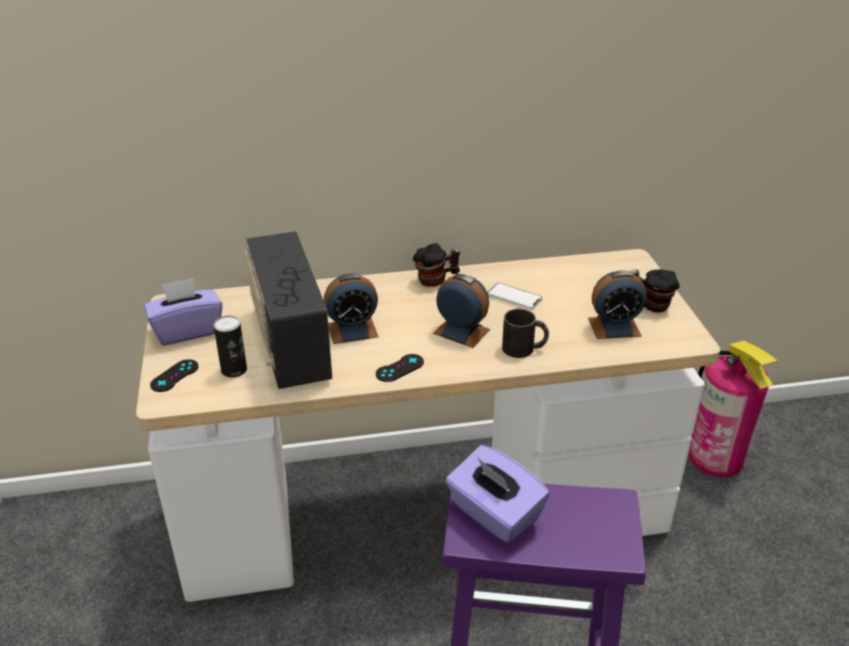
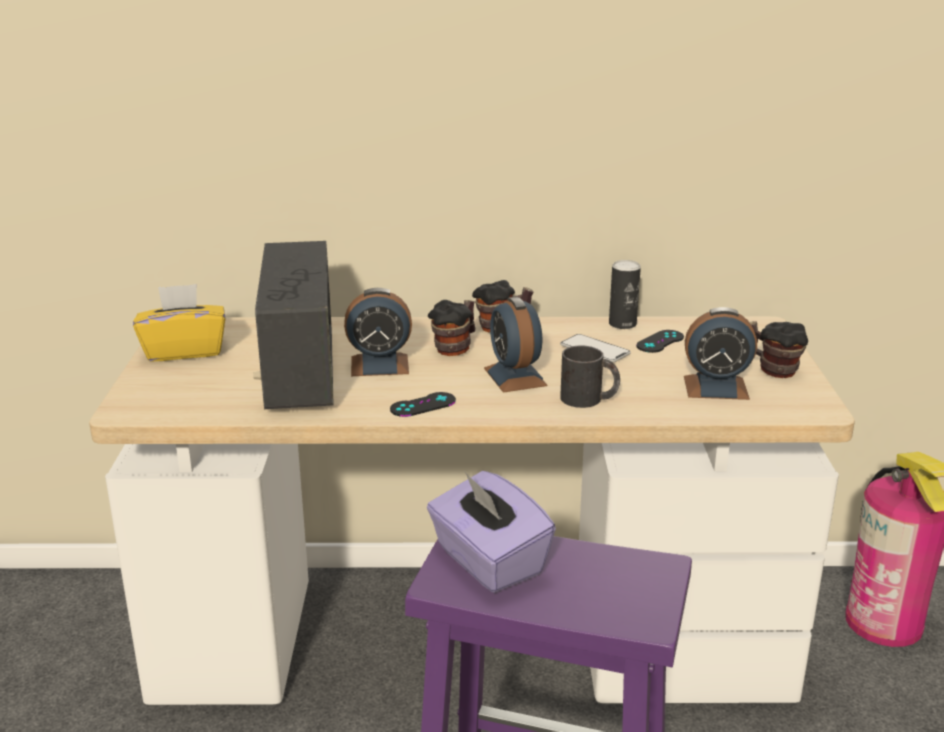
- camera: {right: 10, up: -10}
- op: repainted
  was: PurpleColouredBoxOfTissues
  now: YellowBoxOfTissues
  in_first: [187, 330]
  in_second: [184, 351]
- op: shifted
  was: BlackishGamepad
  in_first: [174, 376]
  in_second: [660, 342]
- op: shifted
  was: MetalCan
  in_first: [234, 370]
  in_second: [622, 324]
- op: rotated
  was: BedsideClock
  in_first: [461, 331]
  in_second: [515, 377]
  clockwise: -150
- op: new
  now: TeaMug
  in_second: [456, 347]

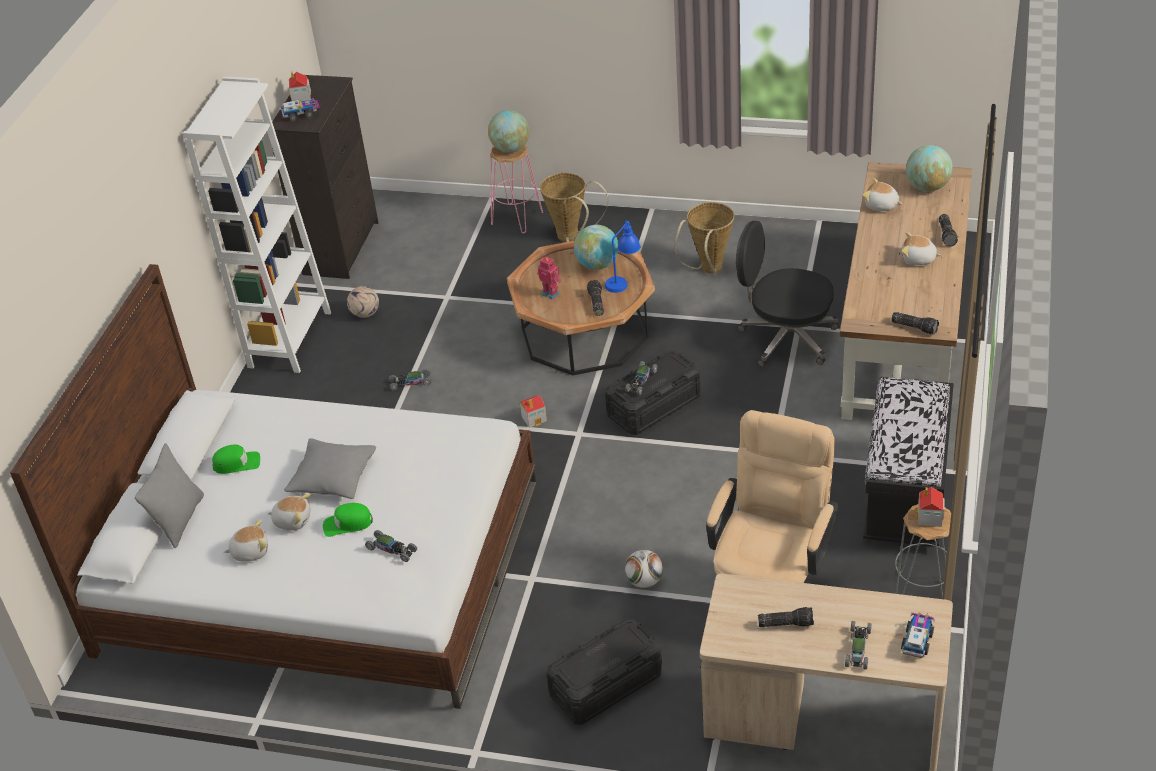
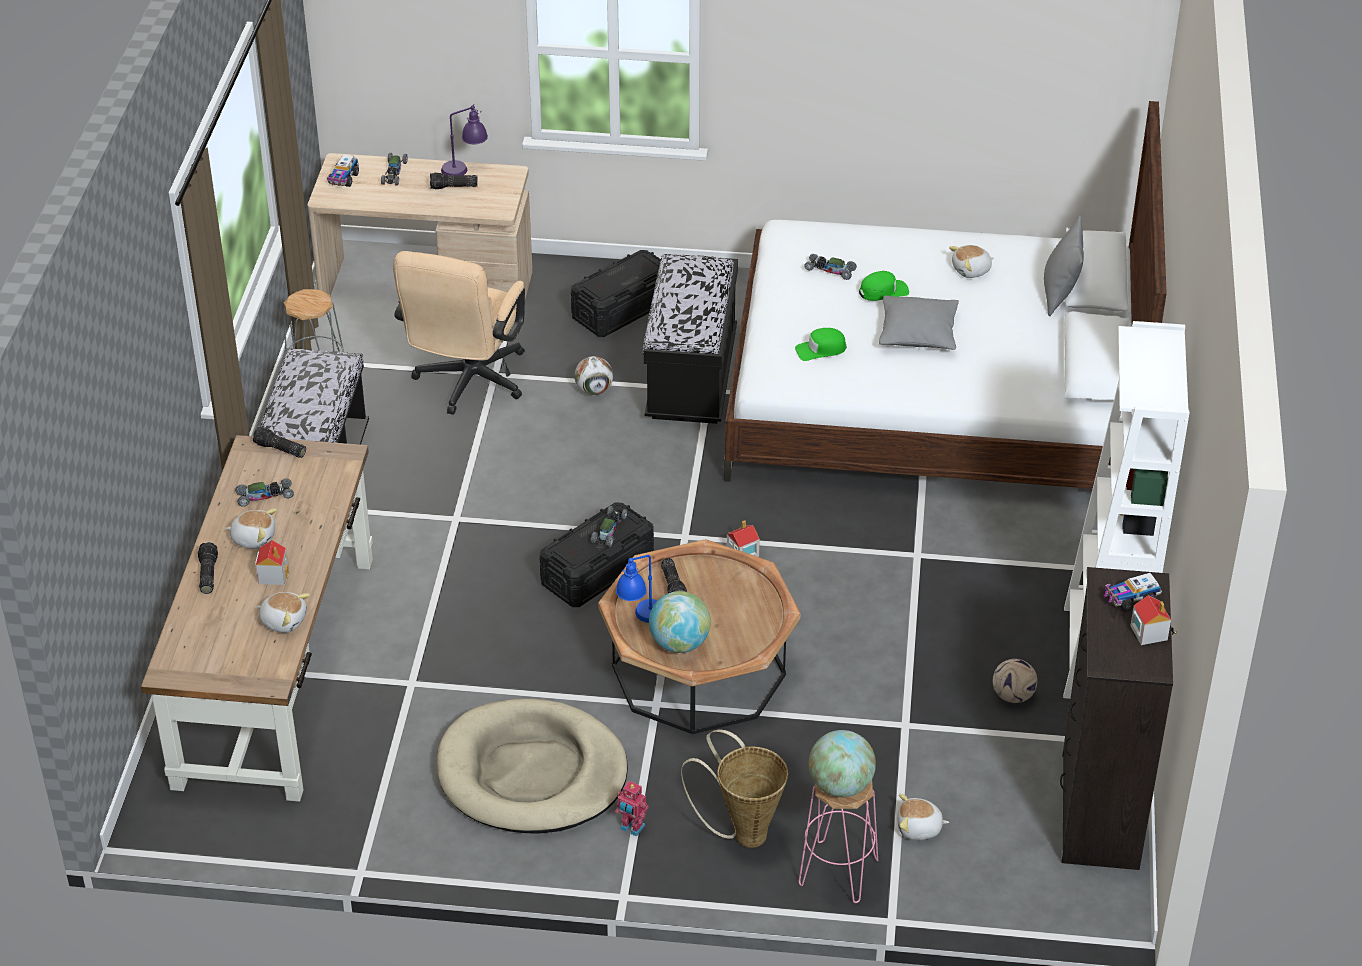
- camera: {right: 170, up: 0}
- op: shifted
  was: GreenColouredBaseballCap
  in_first: [237, 463]
  in_second: [820, 349]
- op: shifted
  was: SoftToy
  in_first: [292, 520]
  in_second: [919, 828]
- op: shifted
  was: ToyCar
  in_first: [410, 383]
  in_second: [265, 496]
- op: shifted
  was: RobotFigure
  in_first: [551, 293]
  in_second: [631, 828]
- op: swapped
  was: StorageBasket
  now: BeigeDogBed
  in_first: [709, 270]
  in_second: [532, 773]
- op: gone
  was: BlackishDeskChair
  in_first: [786, 338]
- op: gone
  was: Globe
  in_first: [927, 187]
- op: shifted
  was: ToyHouse
  in_first: [929, 518]
  in_second: [273, 575]
- op: new
  now: PurpleColouredLampForATable
  in_second: [465, 170]
- op: new
  now: BlackishIndoorBench
  in_second: [692, 377]

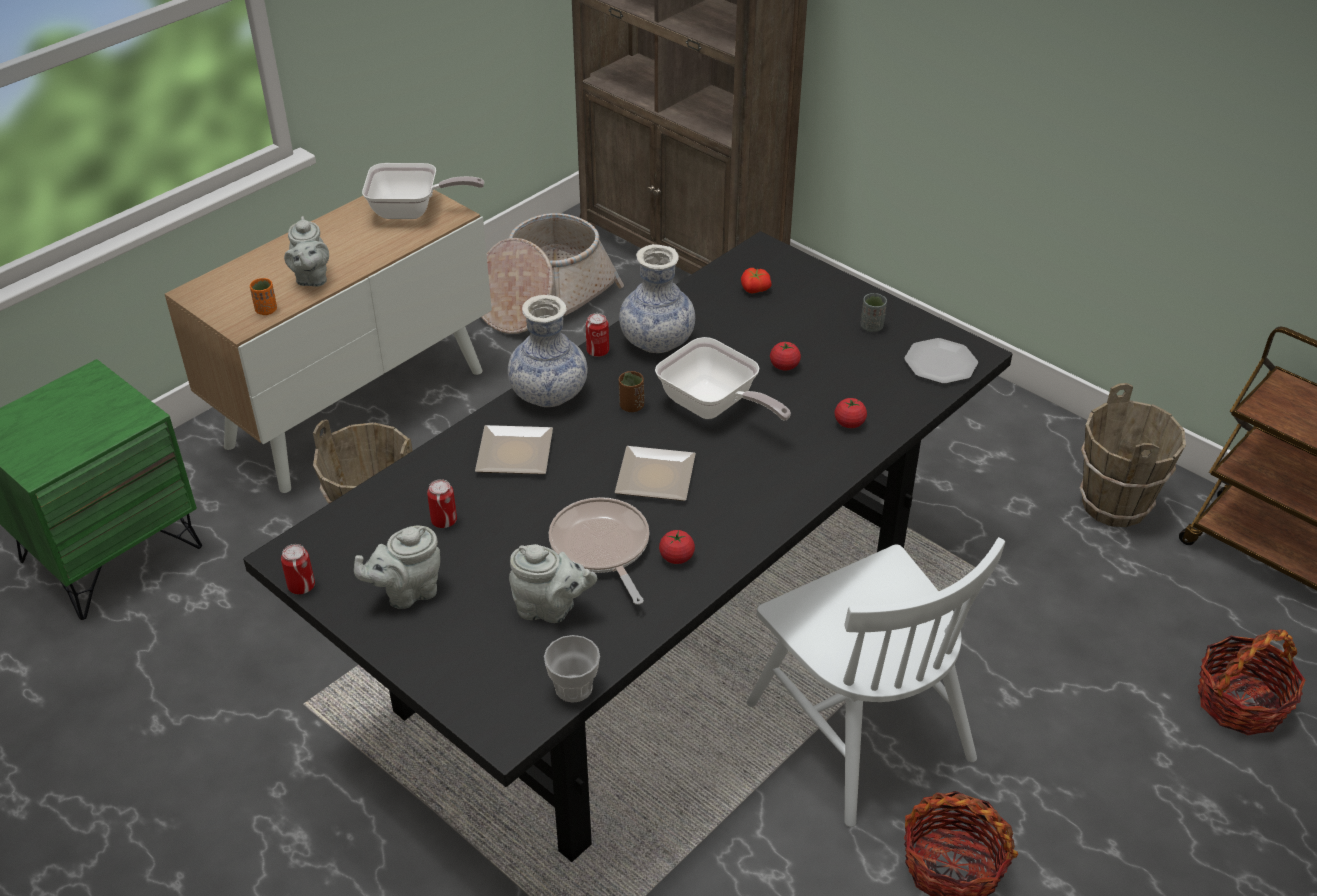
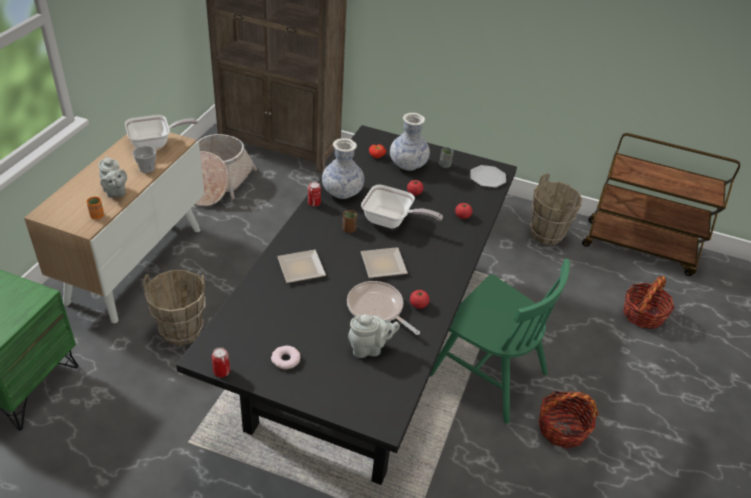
- camera: {right: -25, up: 0}
- op: swapped
  was: GreyishTeapot
  now: Donut
  in_first: [407, 592]
  in_second: [285, 360]
- op: gone
  was: MetalCan
  in_first: [444, 521]
- op: shifted
  was: Vase
  in_first: [549, 394]
  in_second: [408, 164]
- op: shifted
  was: Cup
  in_first: [573, 687]
  in_second: [147, 168]
- op: repainted
  was: WhiteChair
  now: GreenColouredChair
  in_first: [859, 729]
  in_second: [487, 373]

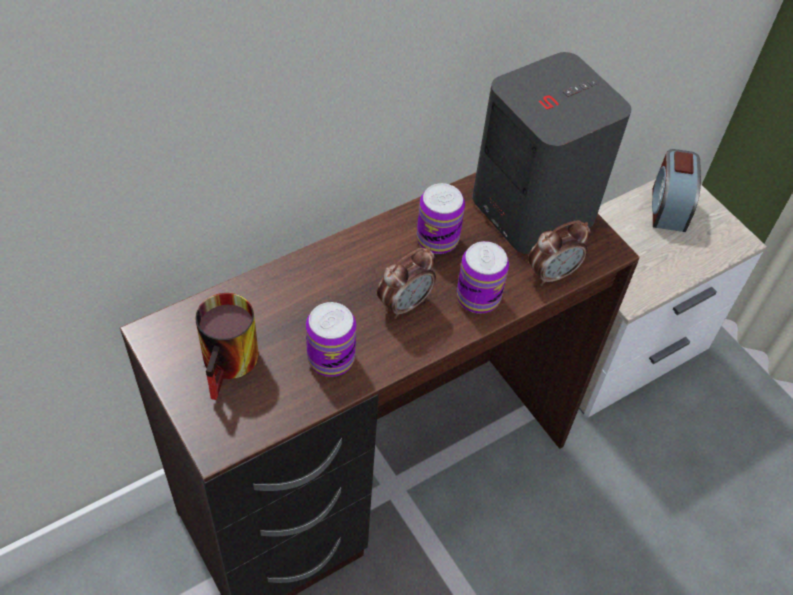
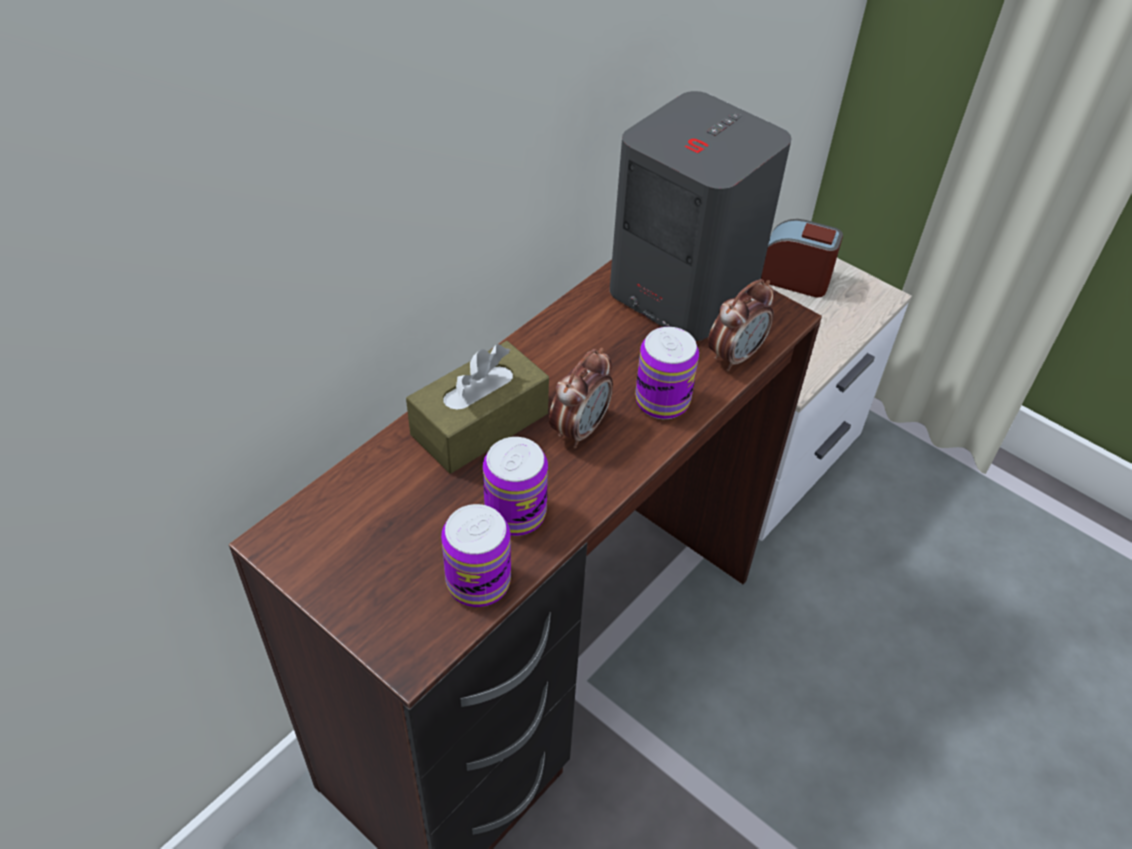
- camera: {right: -15, up: -5}
- op: gone
  was: TeaMug
  in_first: [233, 365]
- op: shifted
  was: MetalCan
  in_first: [437, 239]
  in_second: [478, 582]
- op: rotated
  was: BedsideClock
  in_first: [668, 207]
  in_second: [794, 278]
  clockwise: 120
- op: new
  now: BrownBoxOfTissues
  in_second: [480, 424]

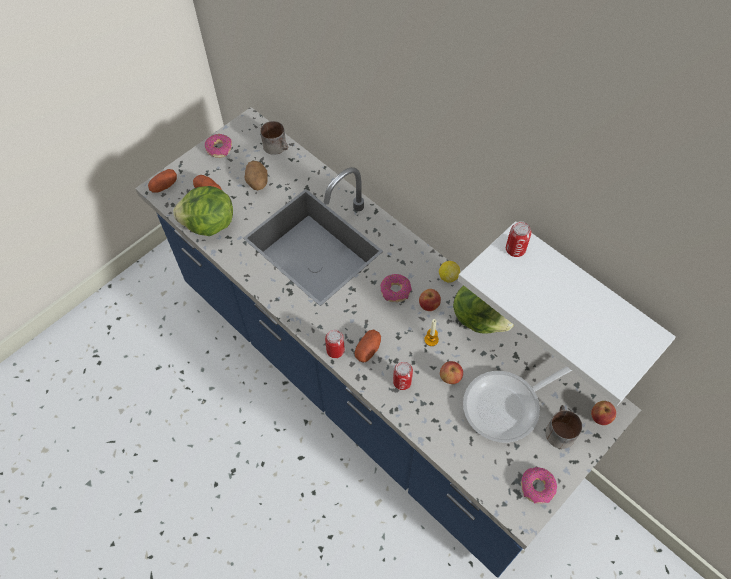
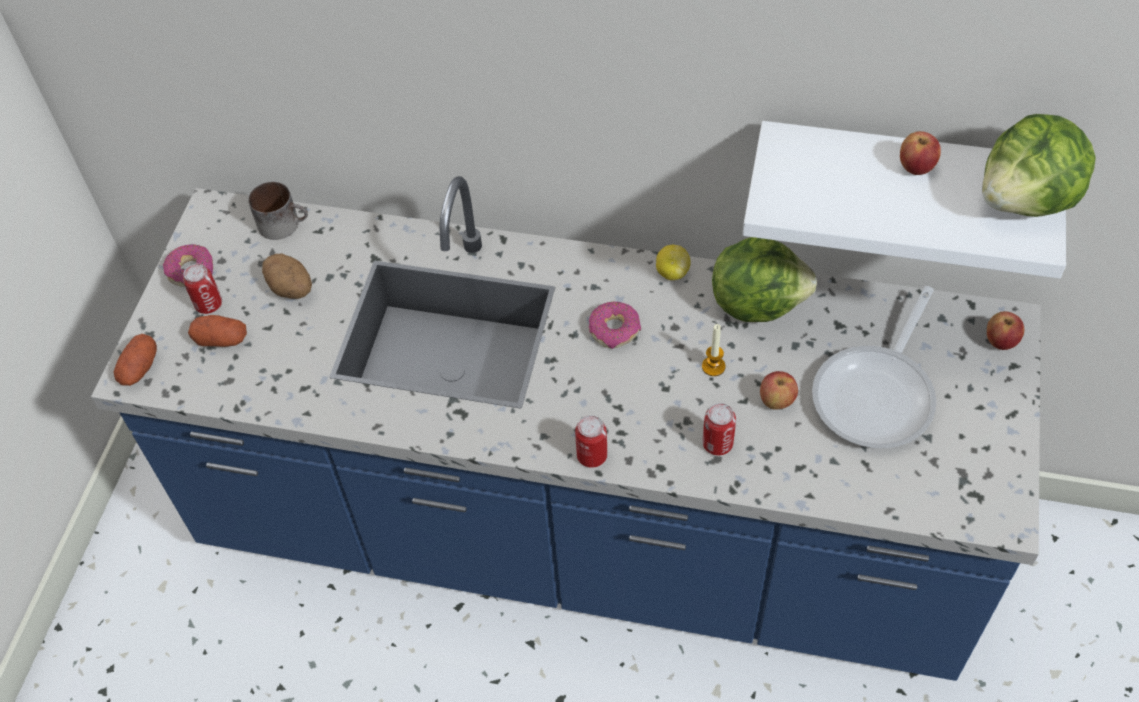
- camera: {right: -30, up: -5}
- op: shifted
  was: LettuceHead
  in_first: [209, 225]
  in_second: [1026, 200]
- op: gone
  was: Spud
  in_first: [368, 350]
- op: shifted
  was: WholeApple
  in_first: [429, 305]
  in_second: [916, 167]
- op: shifted
  was: MetalCan
  in_first: [515, 249]
  in_second: [209, 304]
- op: gone
  was: Donut
  in_first: [537, 487]
- op: gone
  was: TeaMug
  in_first: [558, 430]

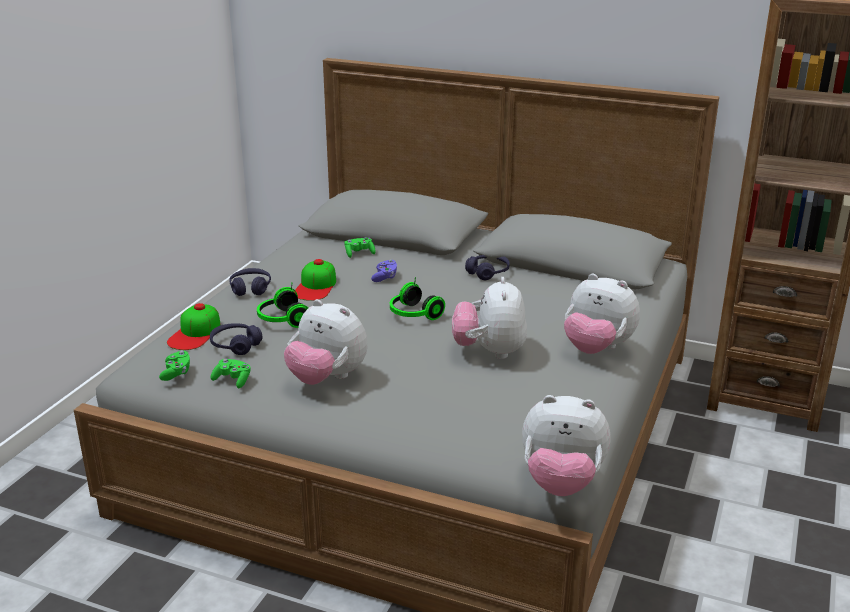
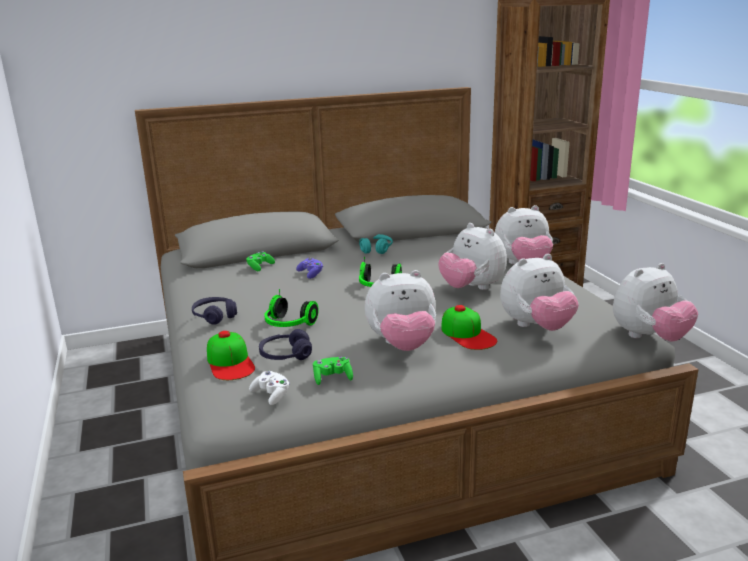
- camera: {right: -40, up: -5}
- op: repainted
  was: GreenColouredGamepad
  now: WhiteGamepad
  in_first: [176, 373]
  in_second: [271, 395]
- op: shifted
  was: BaseballCap
  in_first: [315, 286]
  in_second: [468, 334]
- op: repainted
  was: PurpleColouredHeadset
  now: BlueGreenHeadset
  in_first: [488, 272]
  in_second: [375, 249]
- op: new
  now: SoftToy
  in_second: [536, 327]

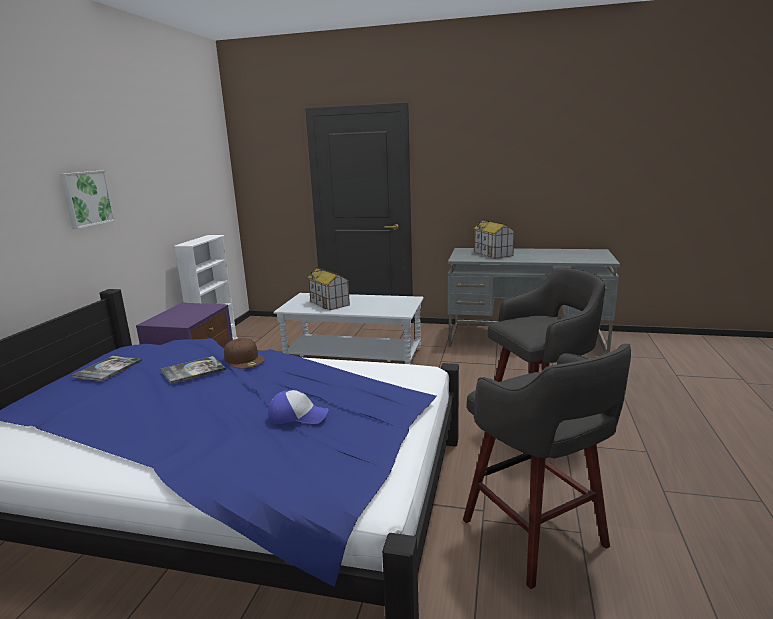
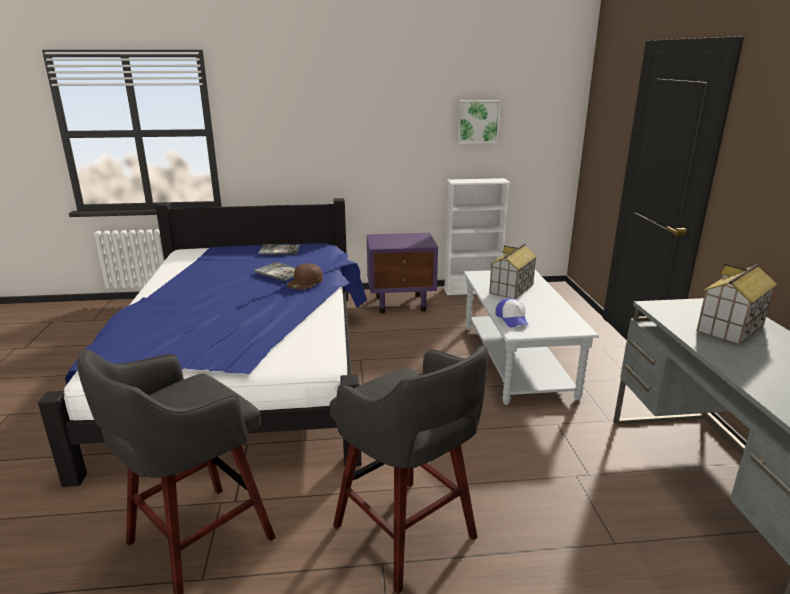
- camera: {right: 70, up: 5}
- op: shifted
  was: WallPicture
  in_first: [86, 198]
  in_second: [478, 121]
- op: shifted
  was: BaseballCap
  in_first: [298, 416]
  in_second: [512, 319]

